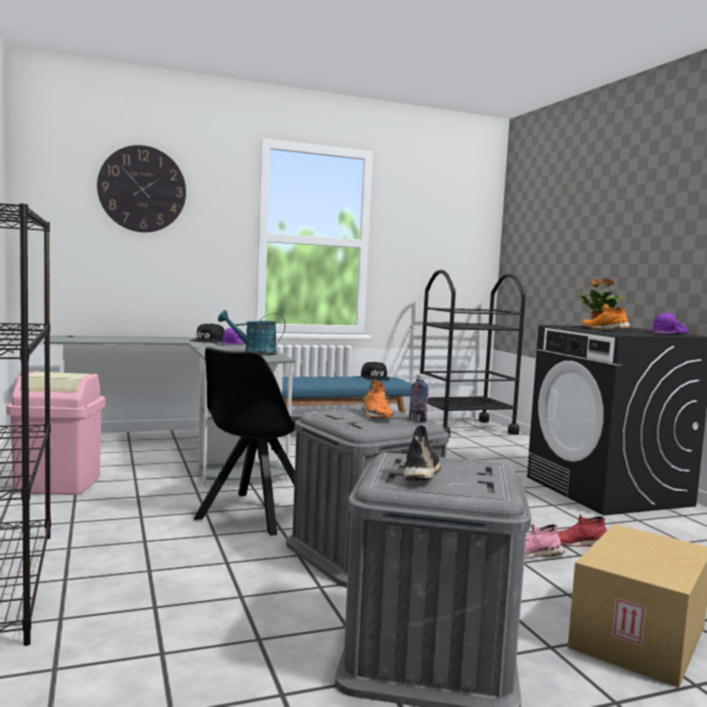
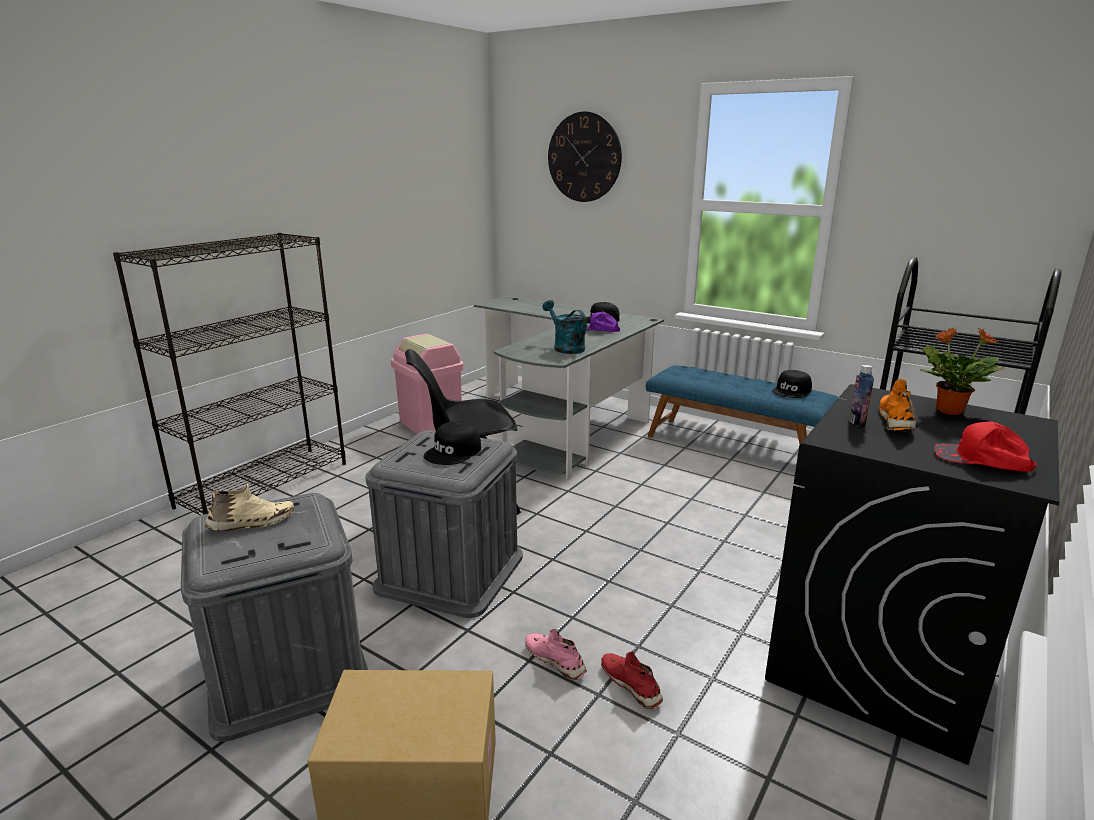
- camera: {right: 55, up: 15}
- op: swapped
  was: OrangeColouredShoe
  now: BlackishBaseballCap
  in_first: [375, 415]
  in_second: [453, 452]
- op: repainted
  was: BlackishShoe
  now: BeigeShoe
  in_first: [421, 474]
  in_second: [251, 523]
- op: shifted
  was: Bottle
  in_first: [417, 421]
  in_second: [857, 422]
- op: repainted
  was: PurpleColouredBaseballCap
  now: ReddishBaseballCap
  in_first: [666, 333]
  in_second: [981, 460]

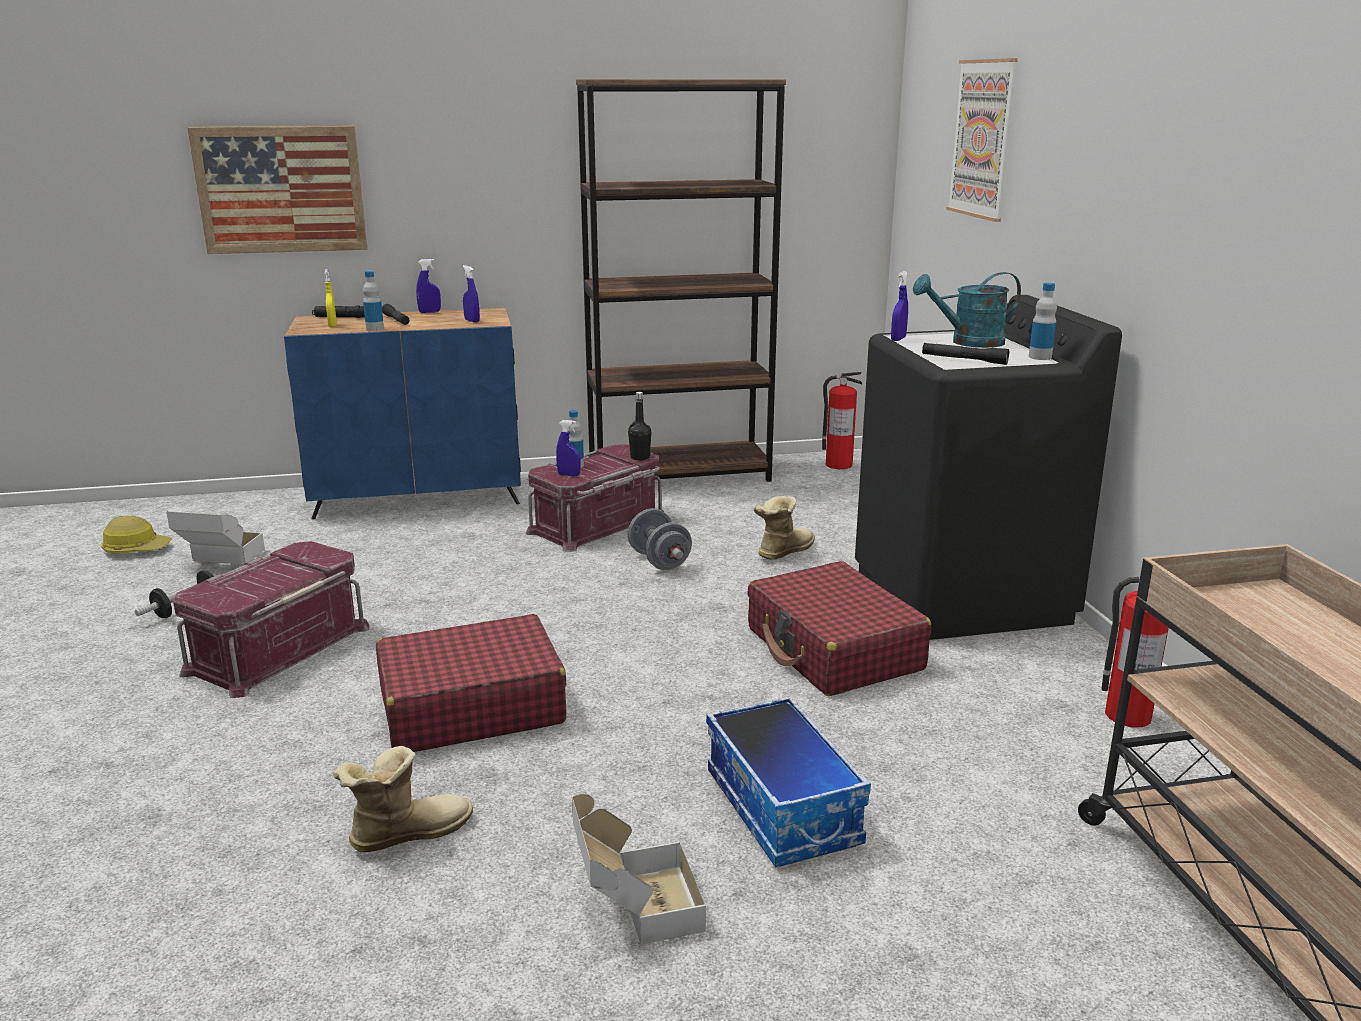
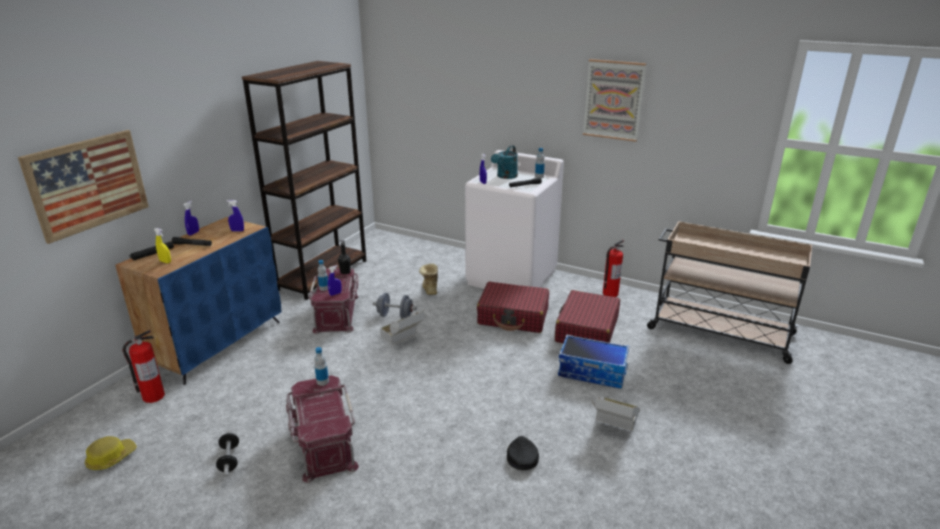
- camera: {right: -50, up: 5}
- op: shifted
  was: CardboardBox
  in_first: [220, 561]
  in_second: [403, 338]
- op: swapped
  was: TallBoot
  now: BlackishBaseballCap
  in_first: [406, 832]
  in_second: [521, 456]
- op: shifted
  was: Bottle
  in_first: [375, 329]
  in_second: [322, 382]
- op: shifted
  was: ReddishTravelCase
  in_first: [470, 707]
  in_second: [586, 330]
- op: shifted
  was: FireFightingCylinder
  in_first: [838, 465]
  in_second: [153, 396]
- op: repainted
  was: BlackishLaundryMachine
  now: WhiteLaundryMachine
  in_first: [962, 596]
  in_second: [512, 277]
- op: shifted
  was: WallPicture
  in_first: [982, 139]
  in_second: [613, 100]

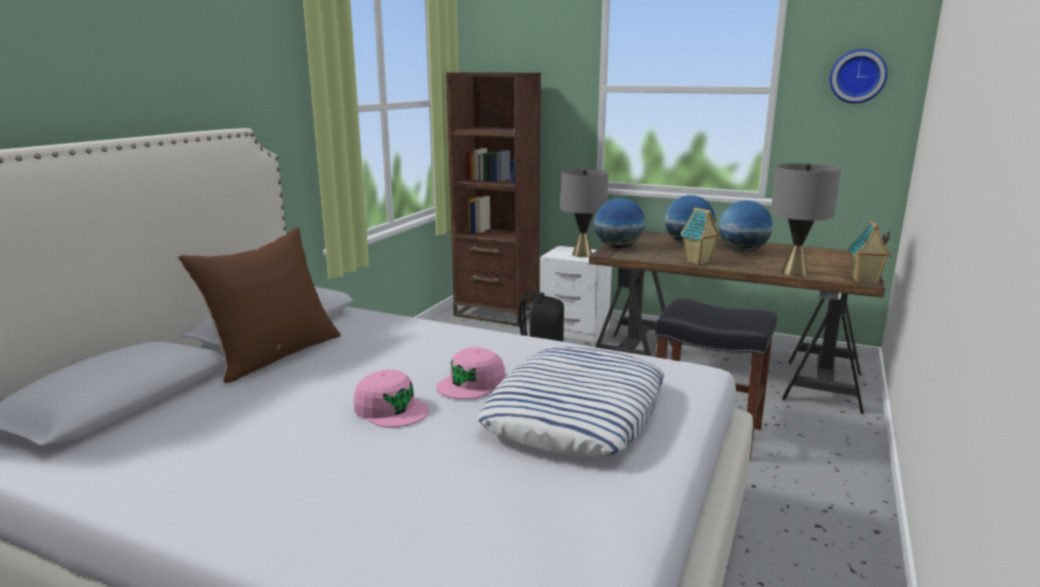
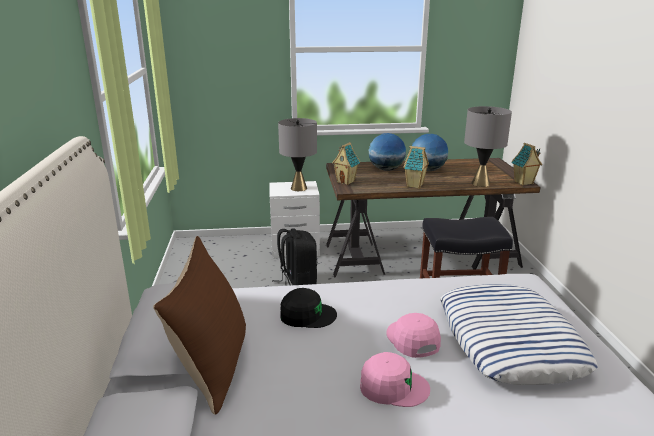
- camera: {right: -30, up: 5}
- op: rotated
  was: PinkishBaseballCap
  in_first: [472, 383]
  in_second: [412, 339]
  clockwise: 150
- op: gone
  was: BrownBookshelf
  in_first: [496, 313]
- op: swapped
  was: Globe
  now: ToyHouse
  in_first: [618, 247]
  in_second: [346, 182]
- op: gone
  was: WallClock
  in_first: [857, 76]
- op: new
  now: BlackishBaseballCap
  in_second: [307, 315]

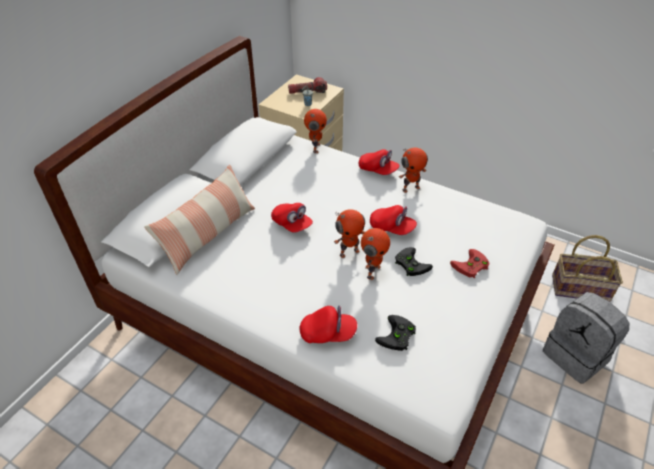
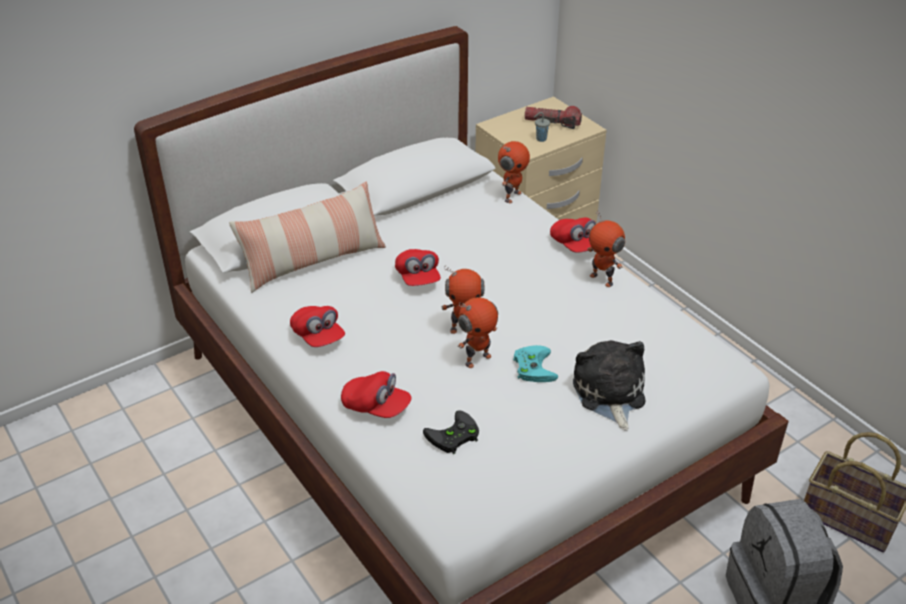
- camera: {right: 25, up: -5}
- op: shifted
  was: ReddishBaseballCap
  in_first: [392, 228]
  in_second: [318, 336]
- op: repainted
  was: BlackishGamepad
  now: BlueGreenGamepad
  in_first: [410, 264]
  in_second: [532, 366]
- op: rotated
  was: RobotFigure
  in_first: [410, 188]
  in_second: [602, 279]
  clockwise: 45
- op: swapped
  was: ReddishGamepad
  now: SoftToy
  in_first: [470, 266]
  in_second: [609, 394]

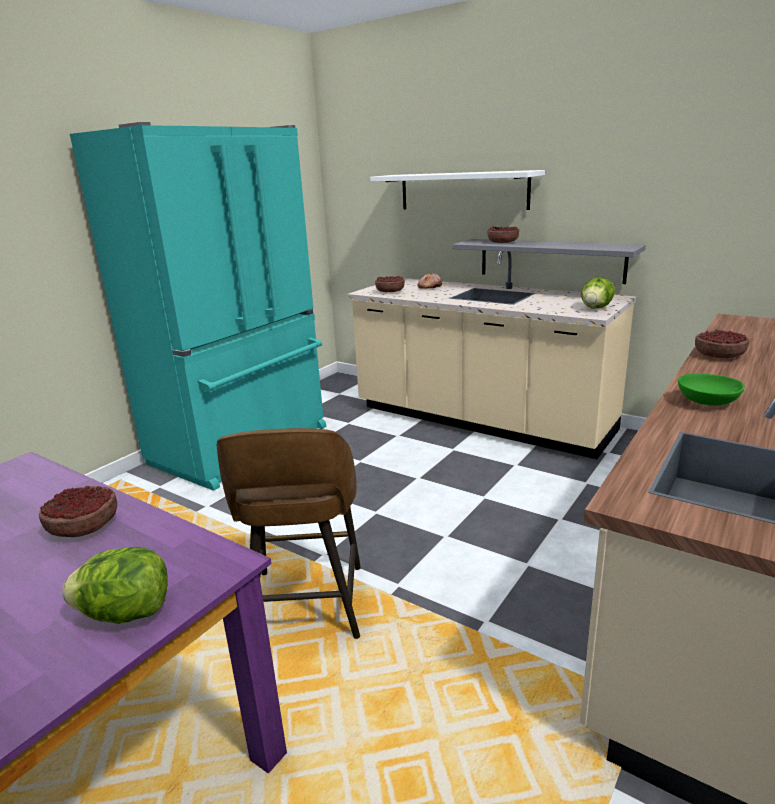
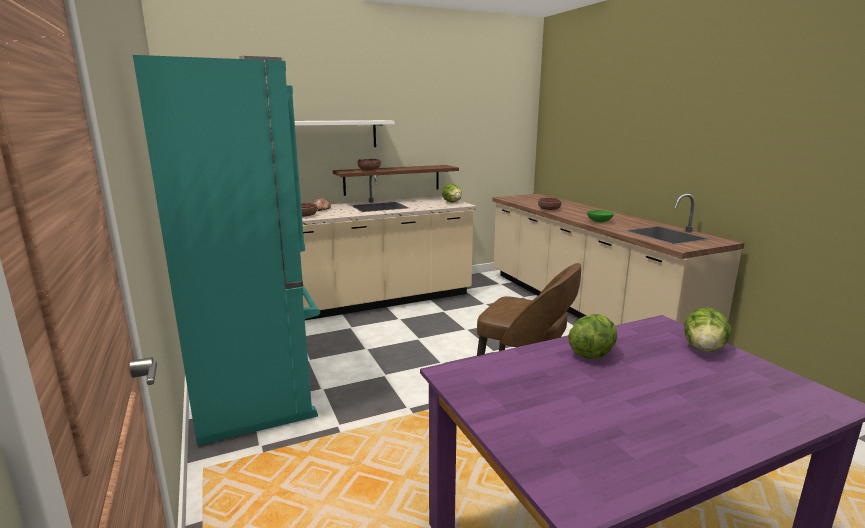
- camera: {right: -60, up: -5}
- op: swapped
  was: Bowl
  now: LettuceHead
  in_first: [84, 526]
  in_second: [592, 354]
- op: repainted
  was: GreyishBracketShelf
  now: BrownBracketShelf
  in_first: [550, 260]
  in_second: [392, 179]

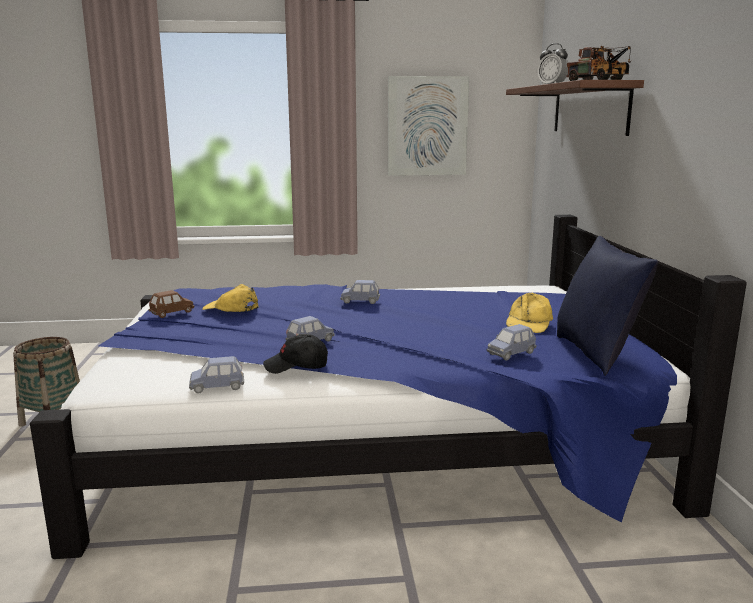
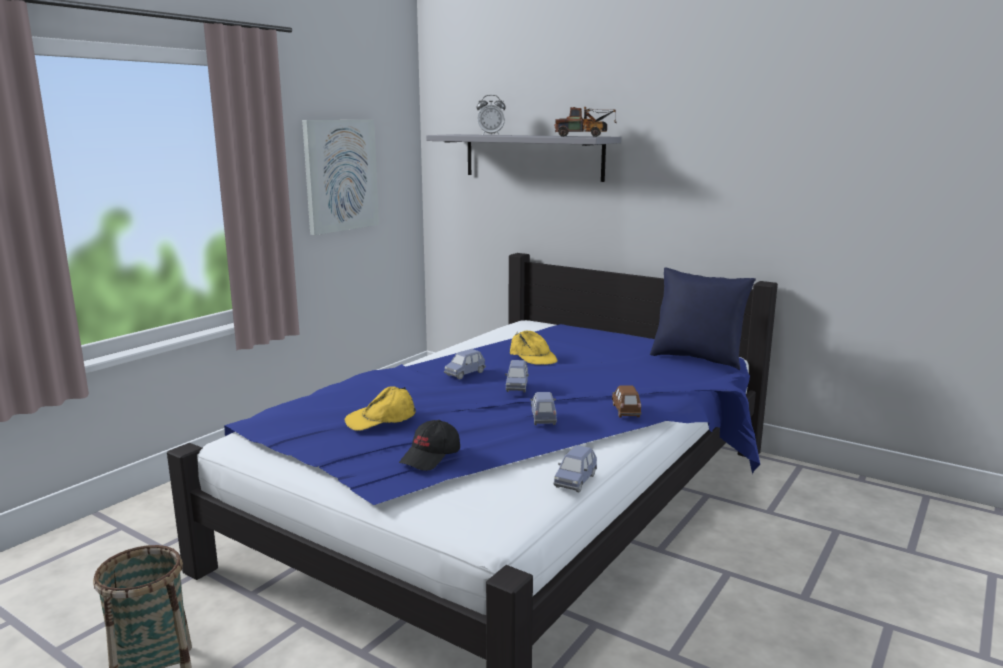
- camera: {right: -50, up: 0}
- op: shifted
  was: BrownToyCar
  in_first: [172, 313]
  in_second: [625, 411]
- op: shifted
  was: BlackishBaseballCap
  in_first: [296, 366]
  in_second: [431, 457]
- op: shifted
  was: BlueColouredToyCar
  in_first: [511, 354]
  in_second: [517, 387]
- op: repainted
  was: BrownBracketShelf
  now: GreyishBracketShelf
  in_first: [589, 109]
  in_second: [533, 156]
- op: shifted
  was: YellowBaseballCap
  in_first: [529, 323]
  in_second: [532, 357]

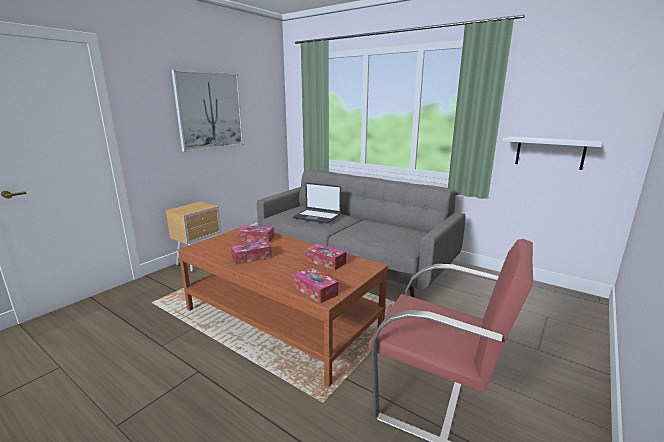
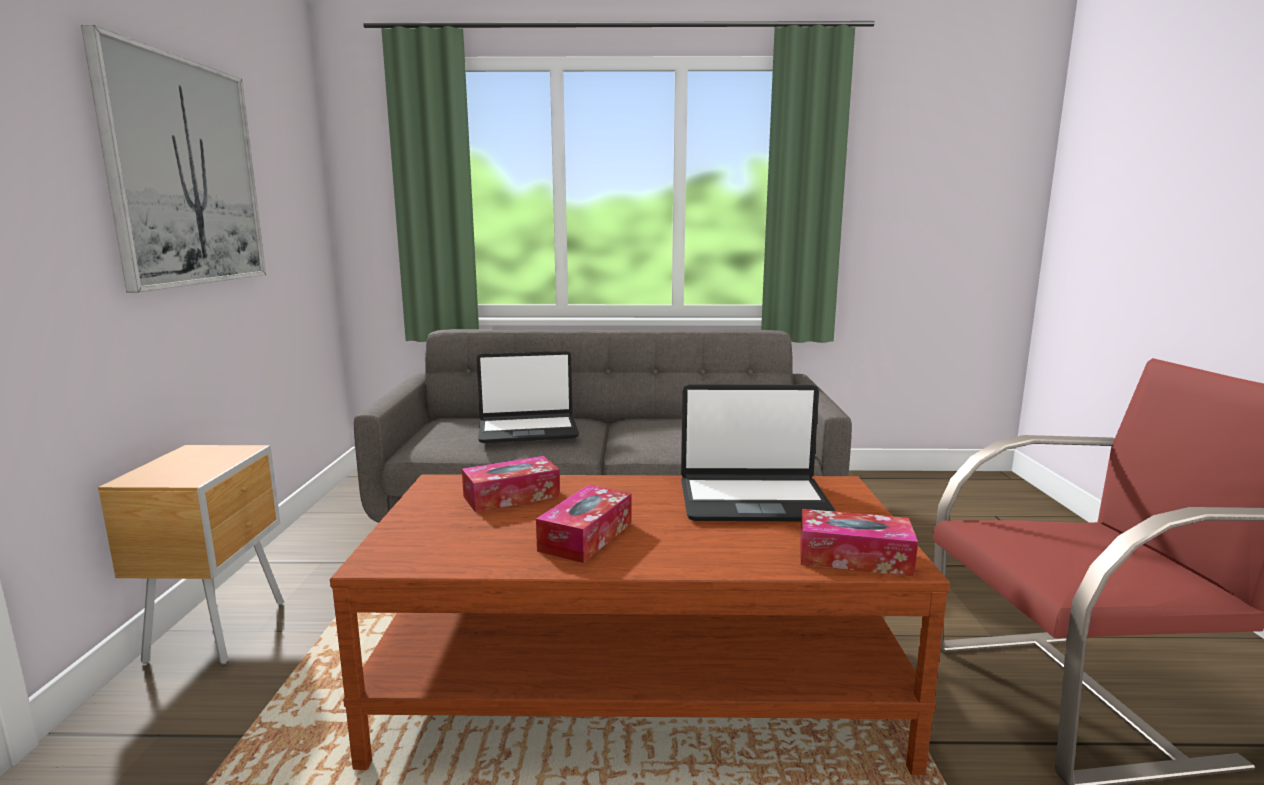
- camera: {right: -35, up: -5}
- op: swapped
  was: BoxOfTissues
  now: NotebookComputer
  in_first: [325, 262]
  in_second: [753, 500]
- op: gone
  was: WhiteBracketShelf
  in_first: [549, 152]

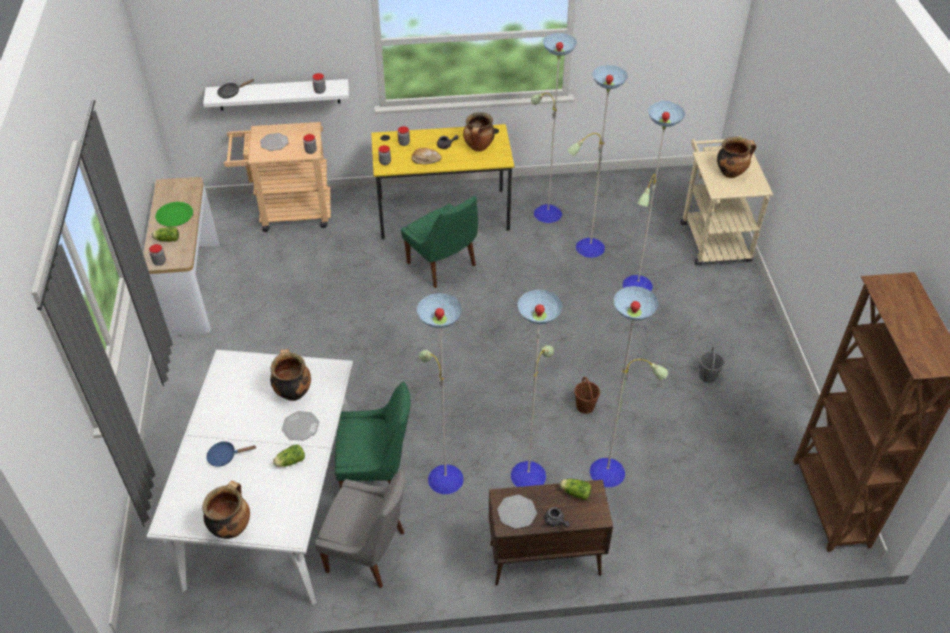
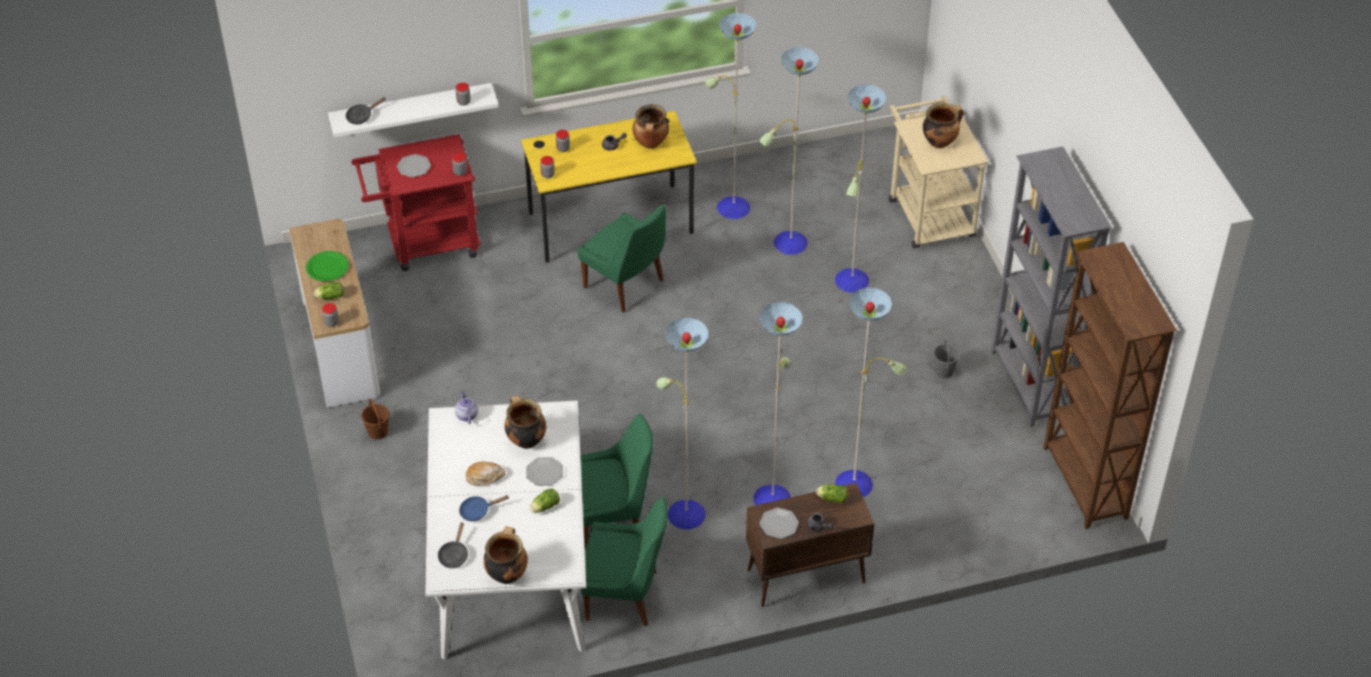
- camera: {right: -10, up: 0}
- op: repainted
  was: BeigeWheeledCart
  now: ReddishWheeledCart
  in_first: [288, 212]
  in_second: [424, 244]
- op: repainted
  was: GreyishChair
  now: GreenColouredChair
  in_first: [369, 552]
  in_second: [625, 596]
- op: shifted
  was: BakeryBread
  in_first: [426, 159]
  in_second: [485, 477]
- op: shifted
  was: BrownWaterBucket
  in_first: [585, 406]
  in_second: [377, 431]
- op: new
  now: BlackishFryingPan
  in_second: [454, 555]
- op: new
  now: Teapot
  in_second: [466, 415]
- op: new
  now: GreyishBookshelf
  in_second: [1029, 385]

